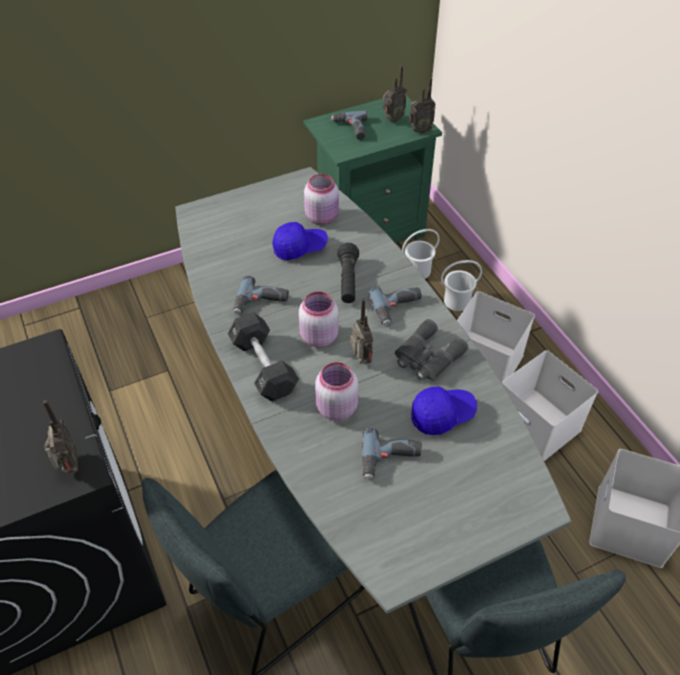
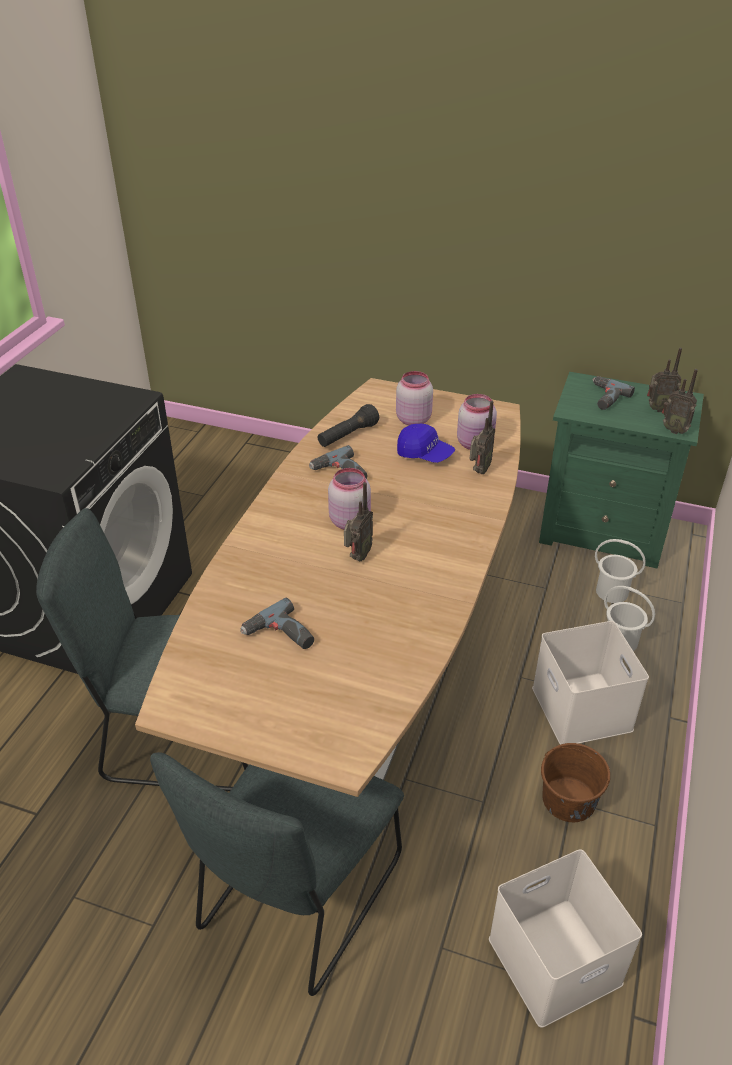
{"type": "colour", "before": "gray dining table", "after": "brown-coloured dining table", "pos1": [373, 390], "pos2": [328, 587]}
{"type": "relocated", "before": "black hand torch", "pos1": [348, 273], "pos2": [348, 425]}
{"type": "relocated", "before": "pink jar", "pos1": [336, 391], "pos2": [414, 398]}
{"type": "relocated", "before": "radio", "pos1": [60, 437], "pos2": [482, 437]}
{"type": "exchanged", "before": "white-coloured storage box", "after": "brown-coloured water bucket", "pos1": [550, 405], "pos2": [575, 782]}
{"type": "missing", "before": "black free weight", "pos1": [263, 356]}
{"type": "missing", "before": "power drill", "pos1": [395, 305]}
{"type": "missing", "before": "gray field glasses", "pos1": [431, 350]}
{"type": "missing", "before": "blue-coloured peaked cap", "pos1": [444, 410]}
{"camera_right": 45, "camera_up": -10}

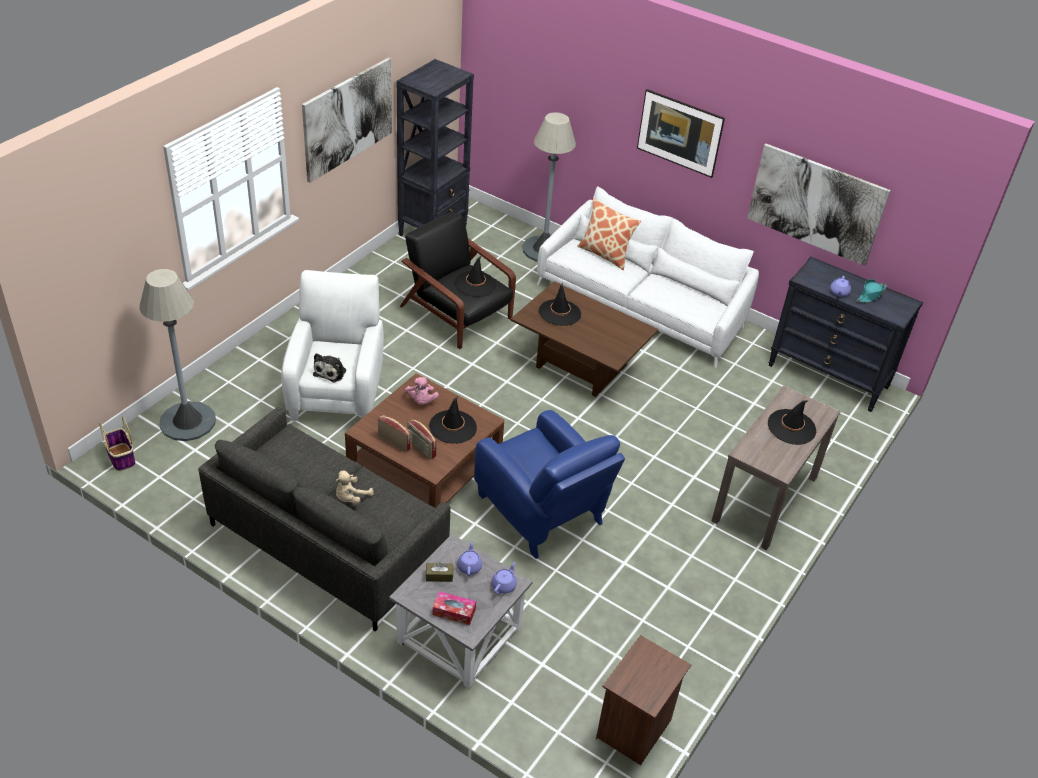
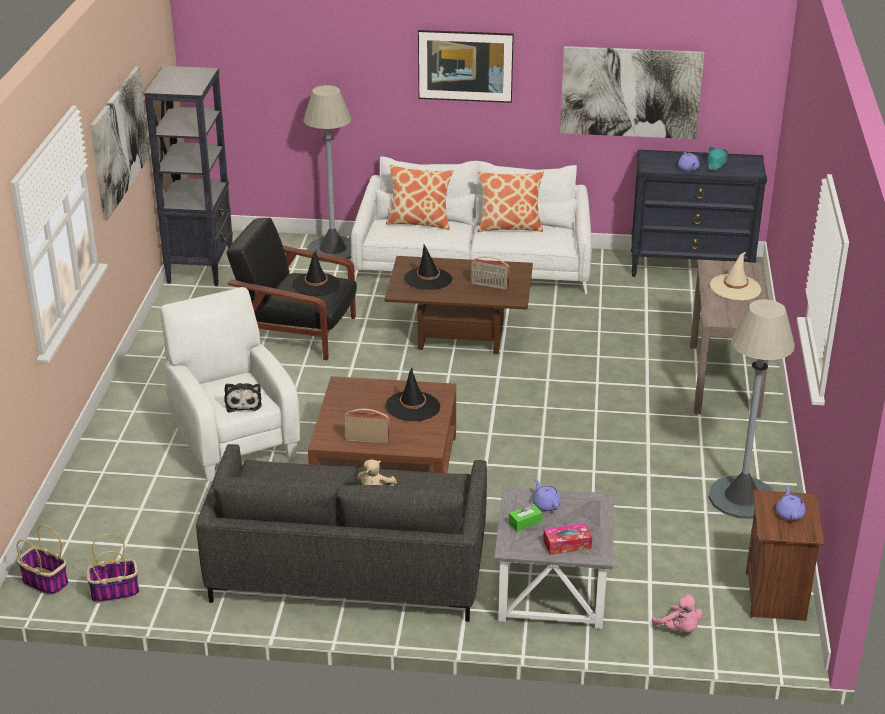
{"type": "appeared", "after": "storage basket", "pos2": [113, 568]}
{"type": "relocated", "before": "radio", "pos1": [422, 439], "pos2": [490, 273]}
{"type": "appeared", "after": "throw pillow", "pos2": [511, 201]}
{"type": "colour", "before": "brown-coloured tissue box", "after": "green tissue box", "pos1": [439, 572], "pos2": [525, 517]}
{"type": "relocated", "before": "pink plush toy", "pos1": [422, 391], "pos2": [677, 613]}
{"type": "relocated", "before": "gray standing lamp", "pos1": [177, 355], "pos2": [751, 409]}
{"type": "colour", "before": "black wearable hat", "after": "beige wearable hat", "pos1": [792, 422], "pos2": [735, 276]}
{"type": "relocated", "before": "purple pot for tea", "pos1": [504, 578], "pos2": [790, 503]}
{"type": "missing", "before": "blue-coloured armchair", "pos1": [549, 484]}
{"camera_right": -25, "camera_up": -10}

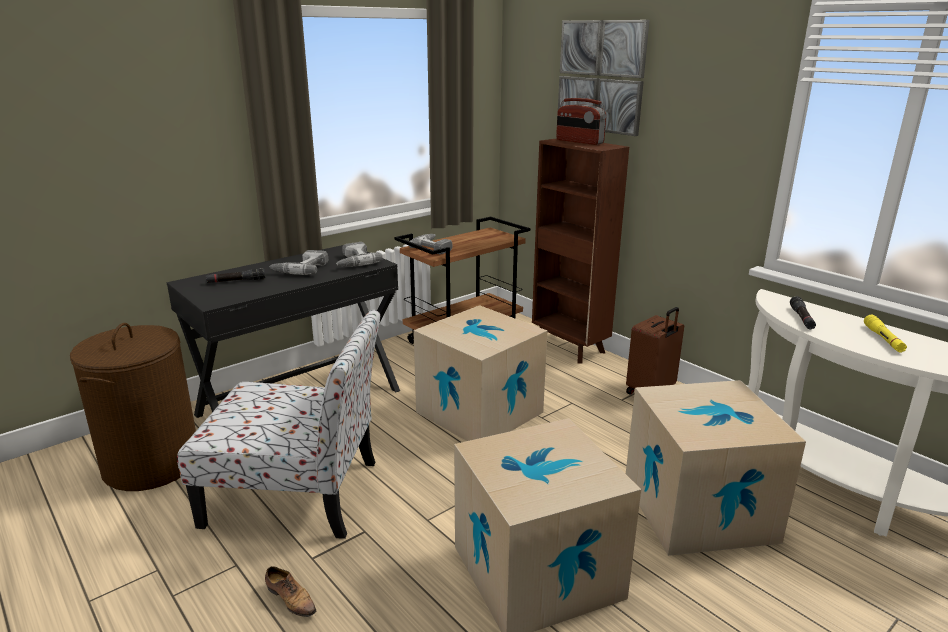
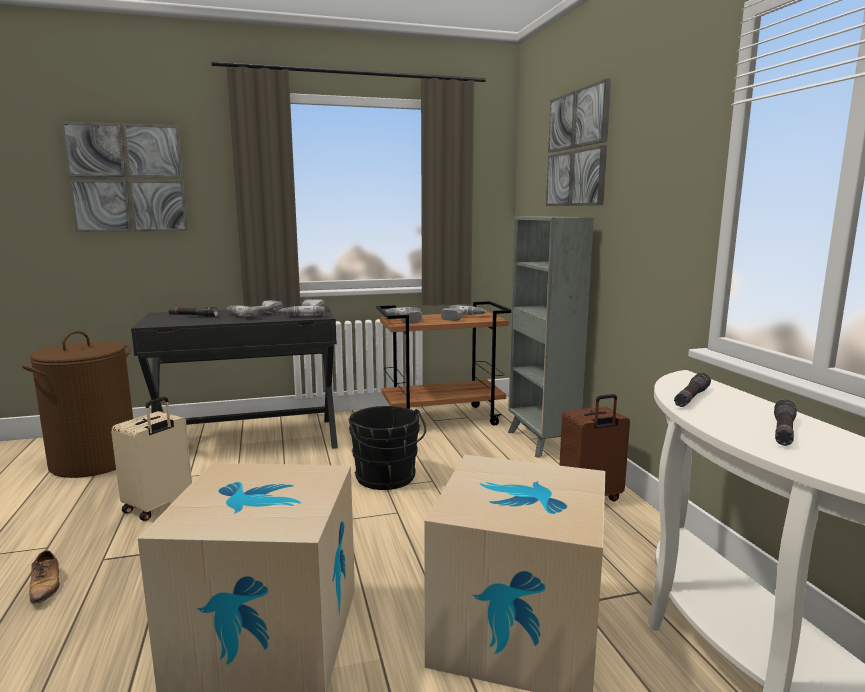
{"type": "appeared", "after": "wall picture", "pos2": [124, 176]}
{"type": "exchanged", "before": "upright chair", "after": "beige suitcase", "pos1": [278, 424], "pos2": [151, 459]}
{"type": "exchanged", "before": "carton", "after": "black water bucket", "pos1": [480, 373], "pos2": [387, 448]}
{"type": "appeared", "after": "power drill", "pos2": [464, 313]}
{"type": "colour", "before": "brown-coloured shelving unit", "after": "gray shelving unit", "pos1": [580, 251], "pos2": [551, 337]}
{"type": "colour", "before": "yellow-coloured hand torch", "after": "black hand torch", "pos1": [885, 334], "pos2": [785, 422]}
{"type": "missing", "before": "radio", "pos1": [581, 121]}
{"camera_right": 25, "camera_up": -10}

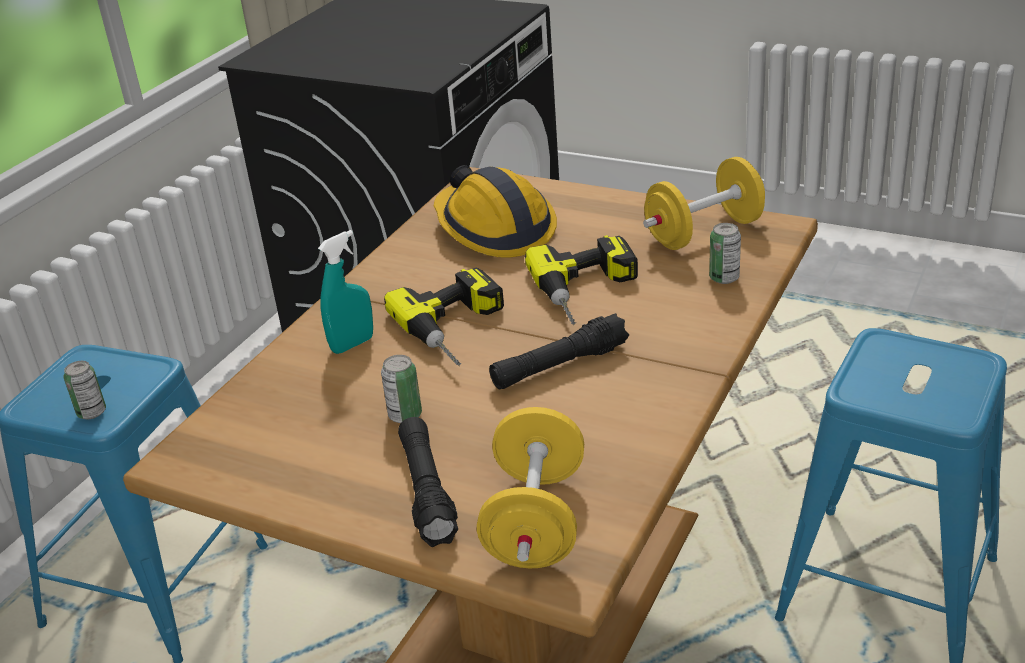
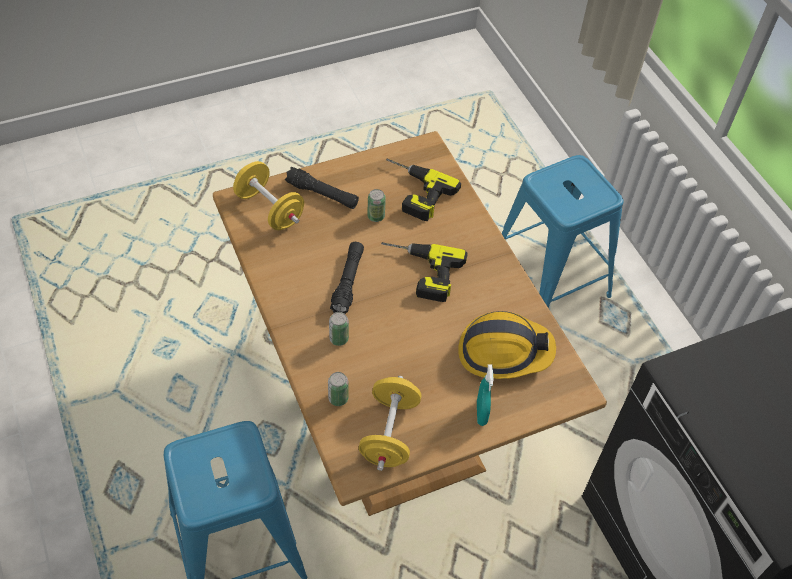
{"type": "relocated", "before": "sealed can", "pos1": [85, 390], "pos2": [339, 329]}
{"type": "relocated", "before": "power drill", "pos1": [581, 280], "pos2": [423, 190]}
{"type": "relocated", "before": "turquoise-coloured sprayer", "pos1": [345, 292], "pos2": [485, 395]}
{"camera_right": 125, "camera_up": 20}

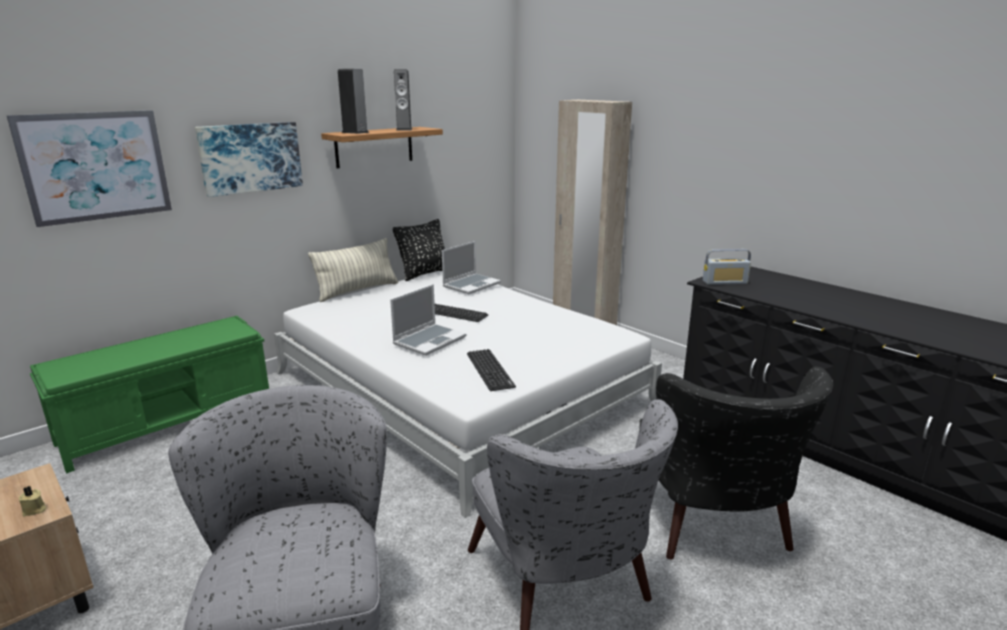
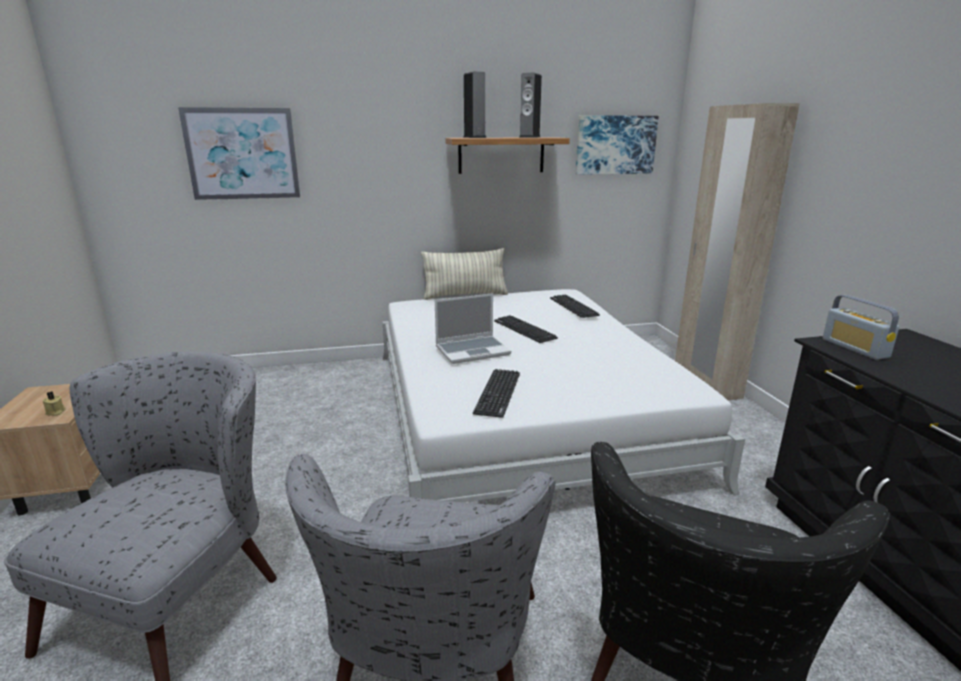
{"type": "exchanged", "before": "notebook computer", "after": "computer keyboard", "pos1": [471, 267], "pos2": [575, 306]}
{"type": "relocated", "before": "wall picture", "pos1": [249, 159], "pos2": [617, 145]}
{"type": "spun", "before": "radio", "pos1": [727, 267], "pos2": [861, 327], "turn": 45}
{"type": "missing", "before": "green long seat", "pos1": [149, 394]}
{"type": "missing", "before": "black throw pillow", "pos1": [419, 250]}
{"camera_right": 30, "camera_up": 0}

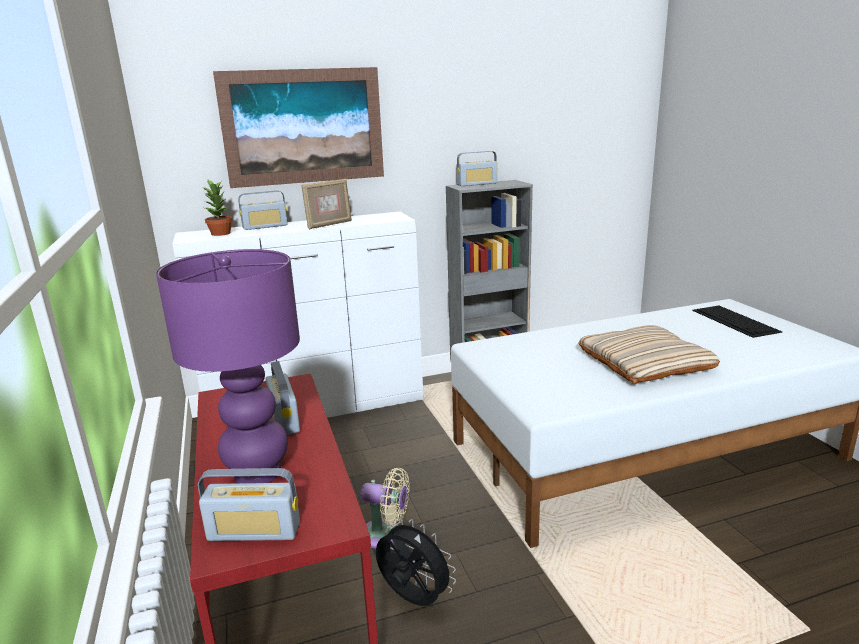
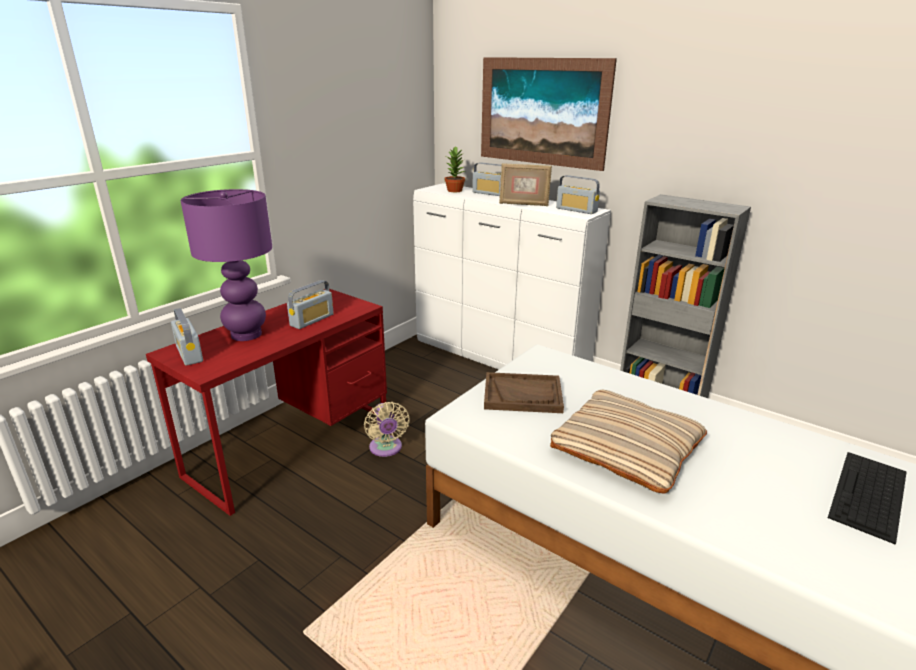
{"type": "appeared", "after": "brown-coloured carrying tray", "pos2": [524, 392]}
{"type": "relocated", "before": "radio", "pos1": [477, 168], "pos2": [578, 194]}
{"type": "missing", "before": "black fan", "pos1": [416, 562]}
{"camera_right": 55, "camera_up": 5}

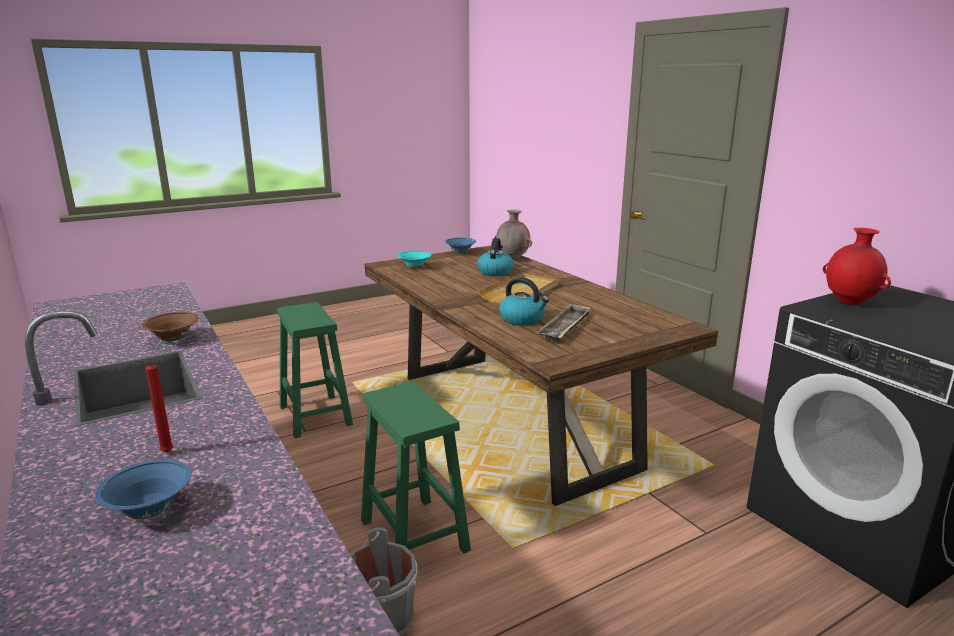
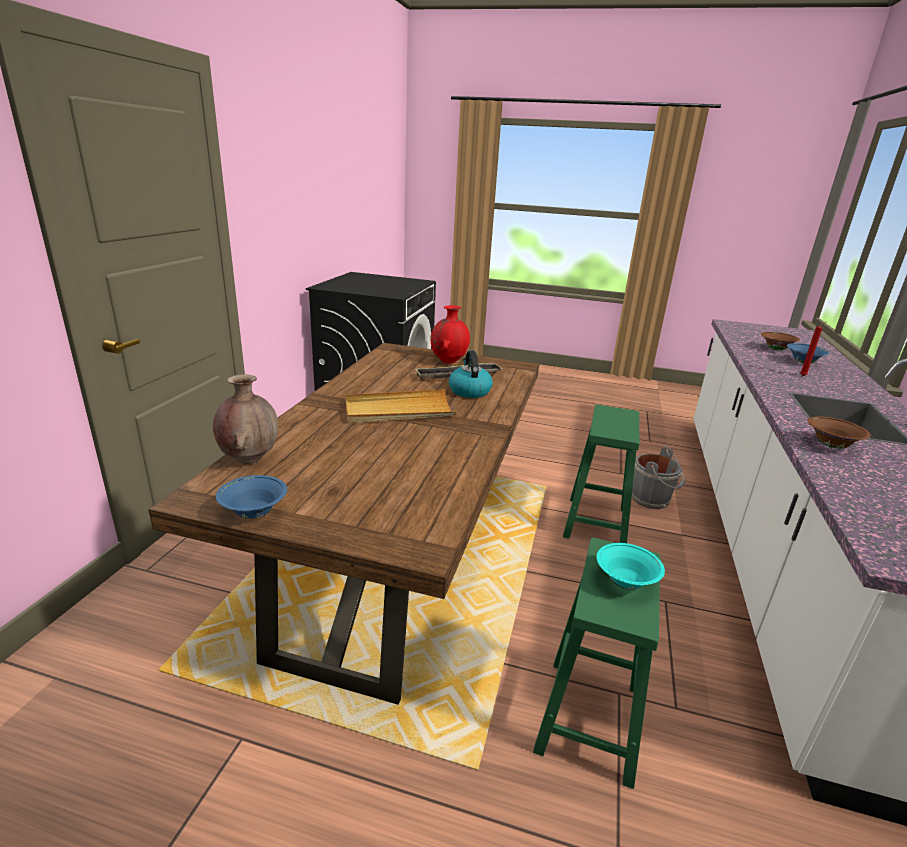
{"type": "relocated", "before": "reddish flower vase", "pos1": [857, 266], "pos2": [450, 334]}
{"type": "relocated", "before": "turquoise-coloured deep dish", "pos1": [414, 259], "pos2": [631, 566]}
{"type": "appeared", "after": "brown-coloured deep dish", "pos2": [780, 341]}
{"type": "missing", "before": "water kettle", "pos1": [495, 257]}
{"camera_right": -135, "camera_up": 5}

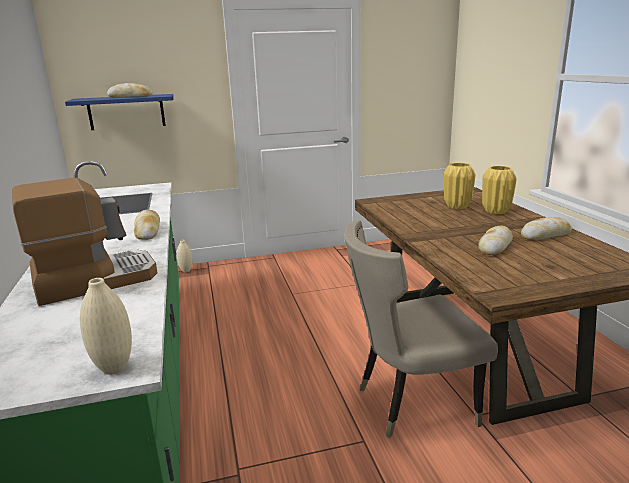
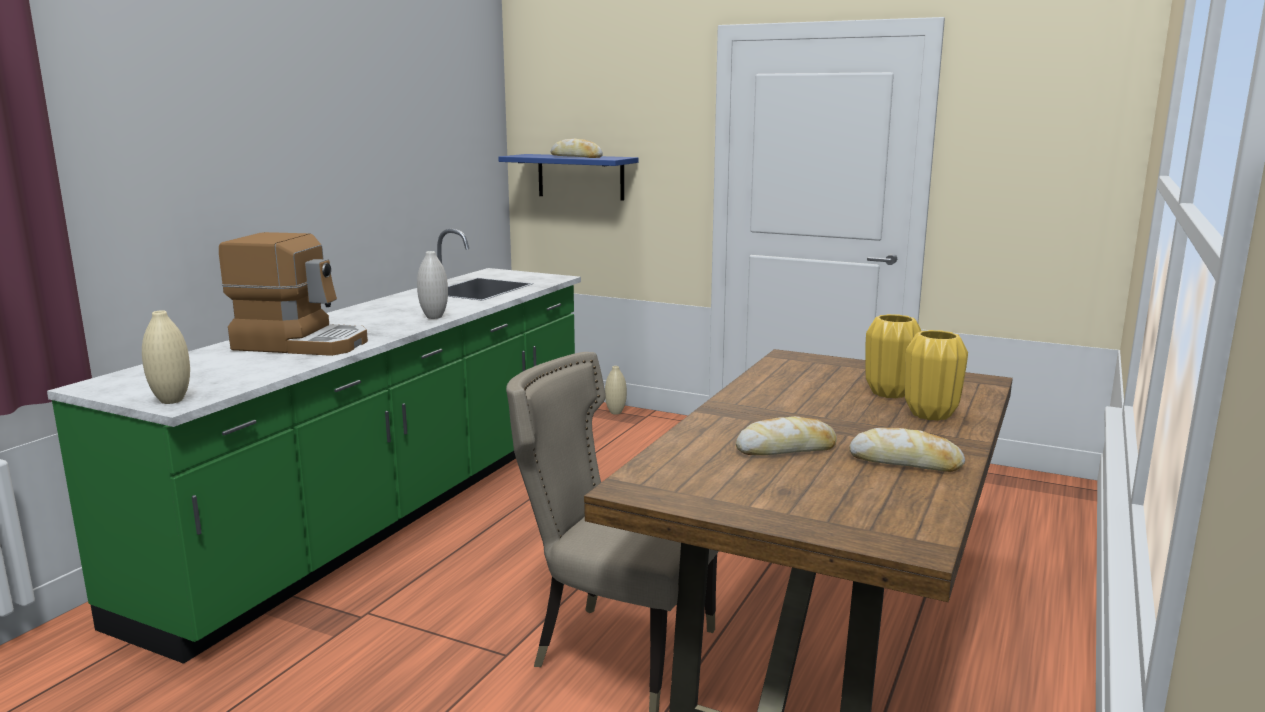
{"type": "exchanged", "before": "baked bread", "after": "white-coloured flower vase", "pos1": [147, 225], "pos2": [432, 285]}
{"camera_right": 40, "camera_up": -5}

